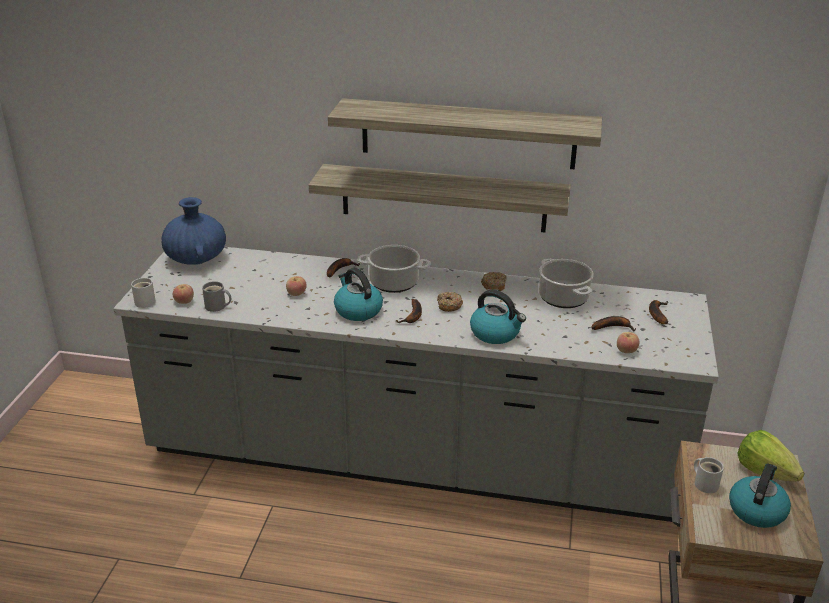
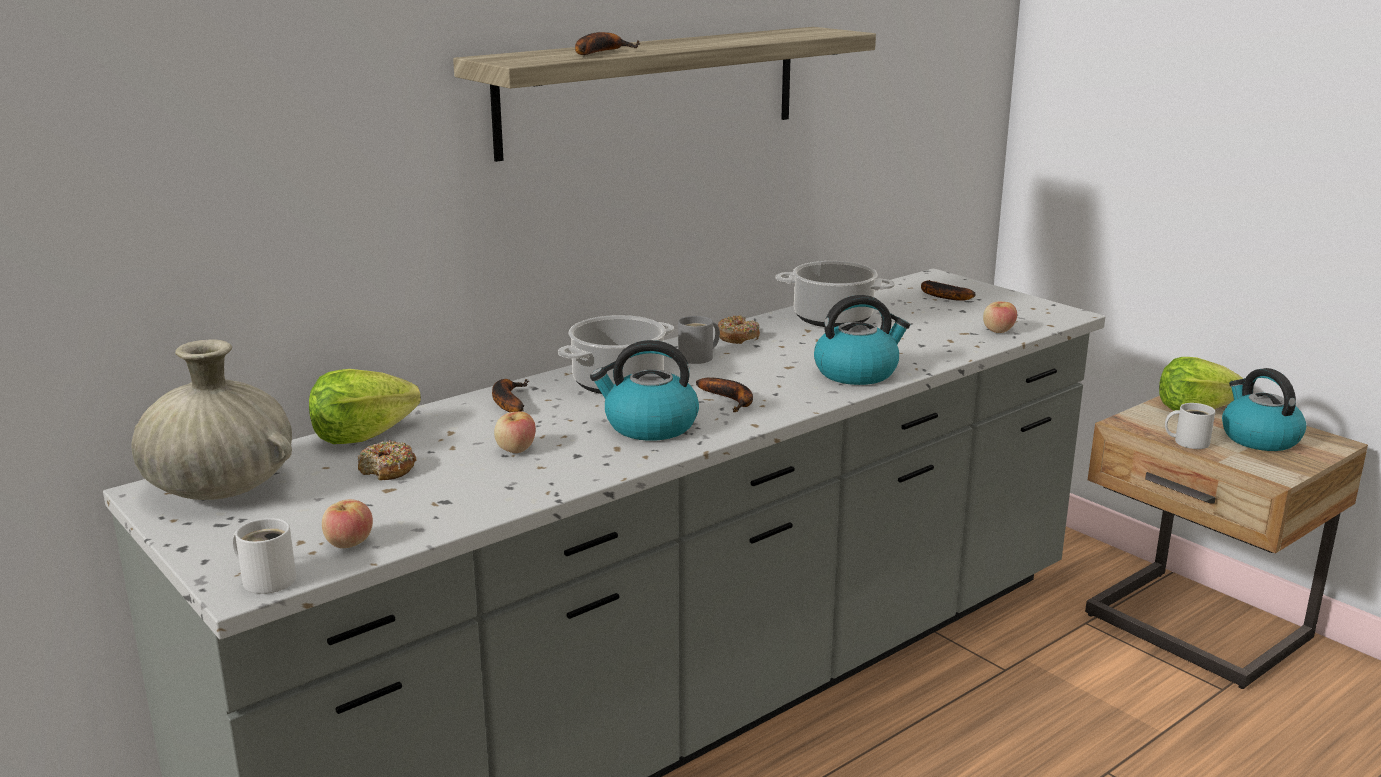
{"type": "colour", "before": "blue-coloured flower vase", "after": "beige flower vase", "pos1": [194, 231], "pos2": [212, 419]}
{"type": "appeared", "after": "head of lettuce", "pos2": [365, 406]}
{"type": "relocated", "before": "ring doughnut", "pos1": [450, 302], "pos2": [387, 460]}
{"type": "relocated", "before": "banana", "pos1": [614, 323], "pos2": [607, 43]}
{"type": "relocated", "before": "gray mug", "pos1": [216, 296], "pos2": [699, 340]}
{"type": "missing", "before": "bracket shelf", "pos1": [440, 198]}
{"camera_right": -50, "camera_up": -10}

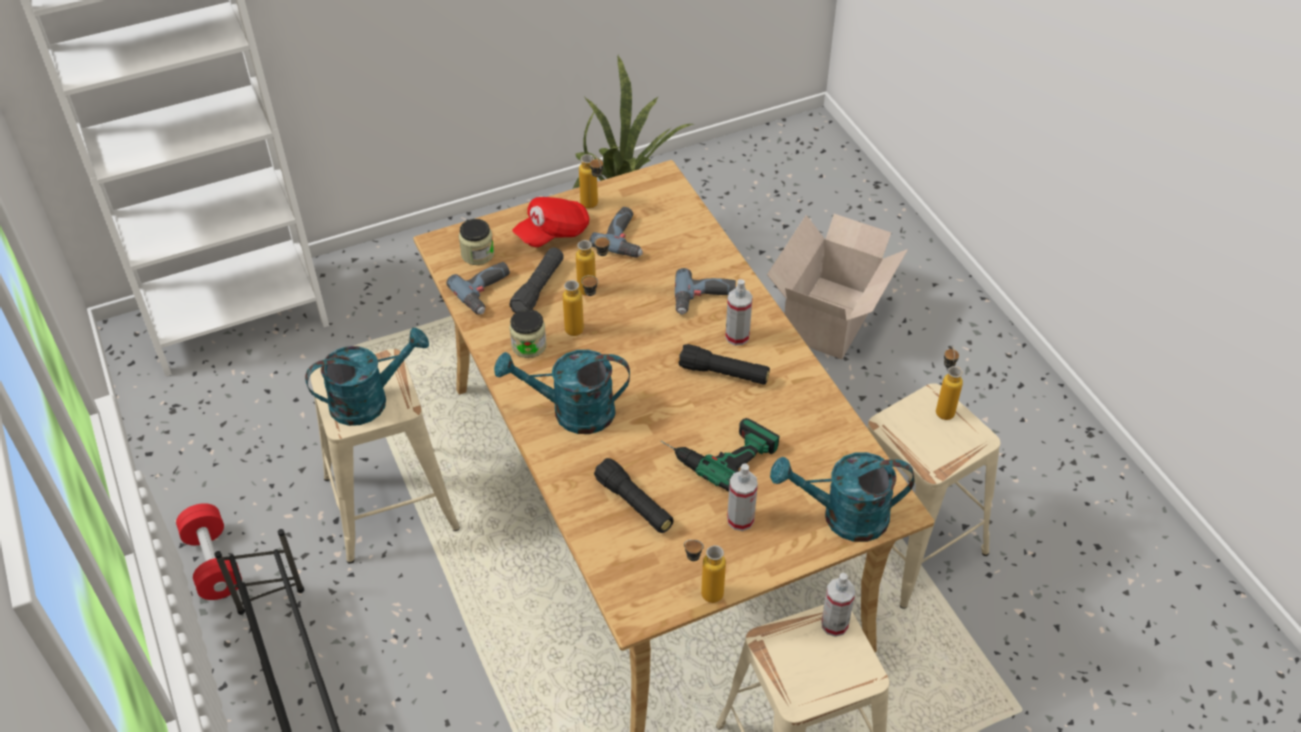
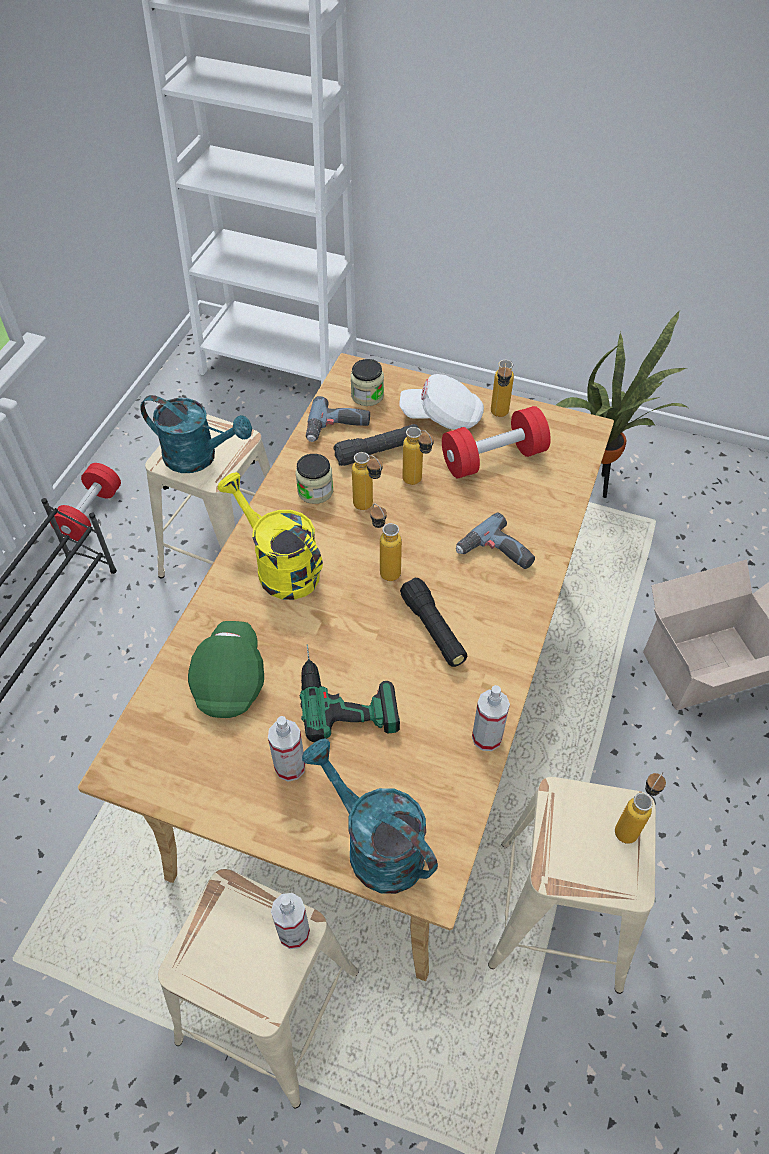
{"type": "exchanged", "before": "black hand torch", "after": "green peaked cap", "pos1": [634, 495], "pos2": [226, 669]}
{"type": "colour", "before": "turquoise-coloured sprinkling can", "after": "yellow-coloured sprinkling can", "pos1": [562, 392], "pos2": [270, 536]}
{"type": "relocated", "before": "bottle", "pos1": [705, 571], "pos2": [386, 542]}
{"type": "colour", "before": "reddish peaked cap", "after": "white-coloured peaked cap", "pos1": [551, 222], "pos2": [441, 402]}
{"type": "exchanged", "before": "power drill", "after": "reddish free weight", "pos1": [616, 232], "pos2": [496, 442]}
{"type": "relocated", "before": "sprayer", "pos1": [739, 312], "pos2": [491, 718]}
{"camera_right": 45, "camera_up": 5}

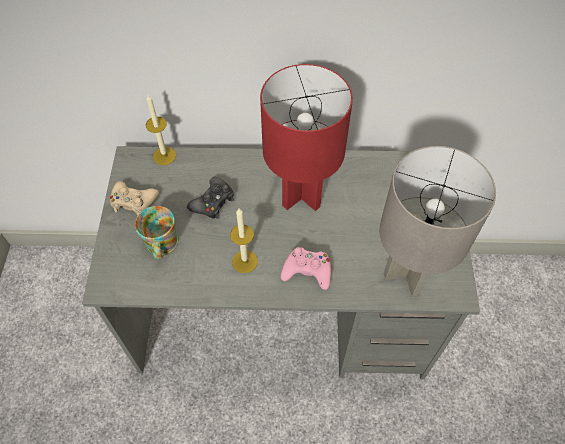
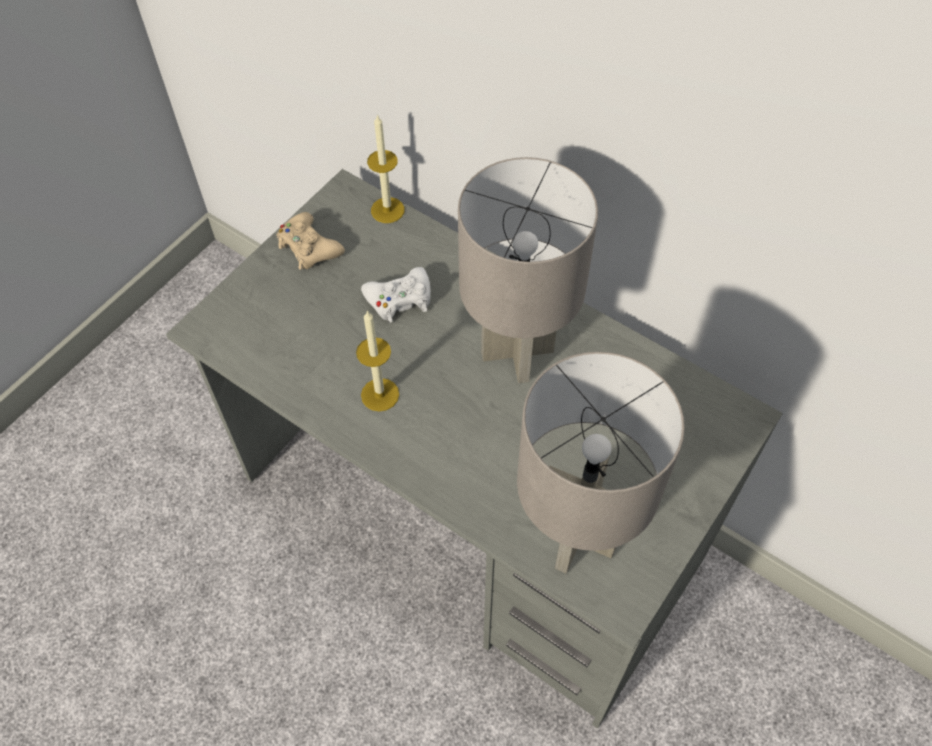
{"type": "colour", "before": "black game controller", "after": "white-coloured game controller", "pos1": [210, 198], "pos2": [396, 295]}
{"type": "colour", "before": "reddish tabletop lamp", "after": "gray tabletop lamp", "pos1": [306, 137], "pos2": [528, 270]}
{"type": "missing", "before": "mug", "pos1": [156, 233]}
{"type": "missing", "before": "pink game controller", "pos1": [306, 268]}
{"camera_right": 35, "camera_up": 0}

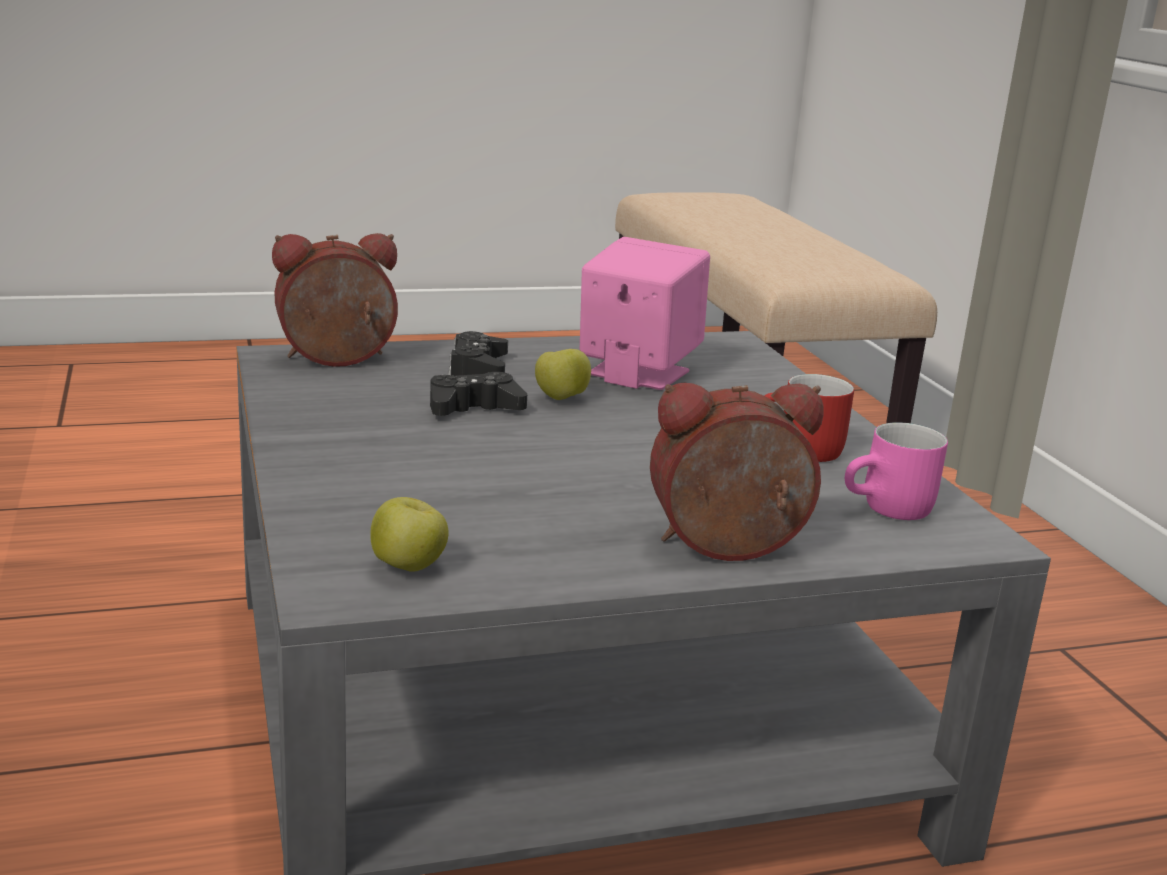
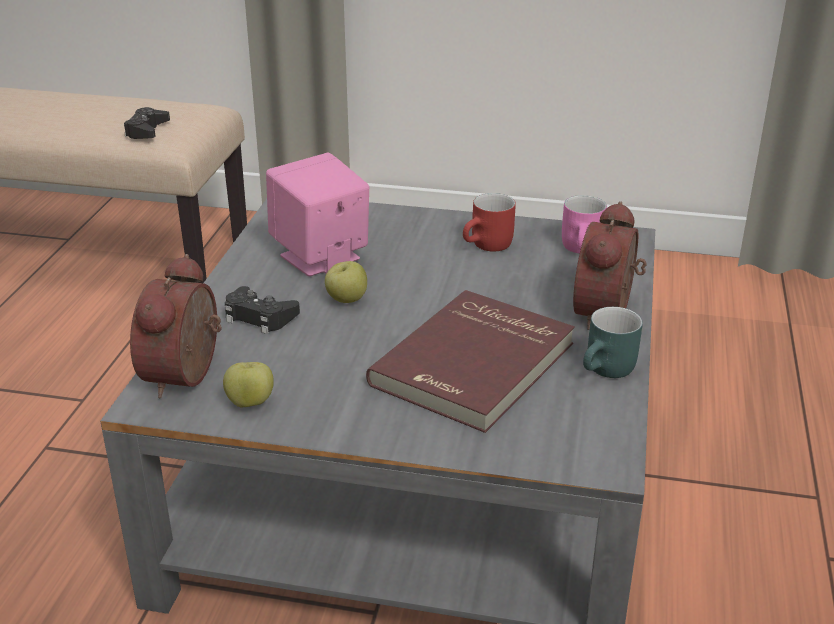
{"type": "relocated", "before": "black game controller", "pos1": [478, 394], "pos2": [147, 123]}
{"type": "relocated", "before": "apple", "pos1": [409, 534], "pos2": [248, 384]}
{"type": "appeared", "after": "reddish book", "pos2": [470, 361]}
{"type": "appeared", "after": "turquoise-coloured mug", "pos2": [613, 342]}
{"camera_right": -60, "camera_up": 10}

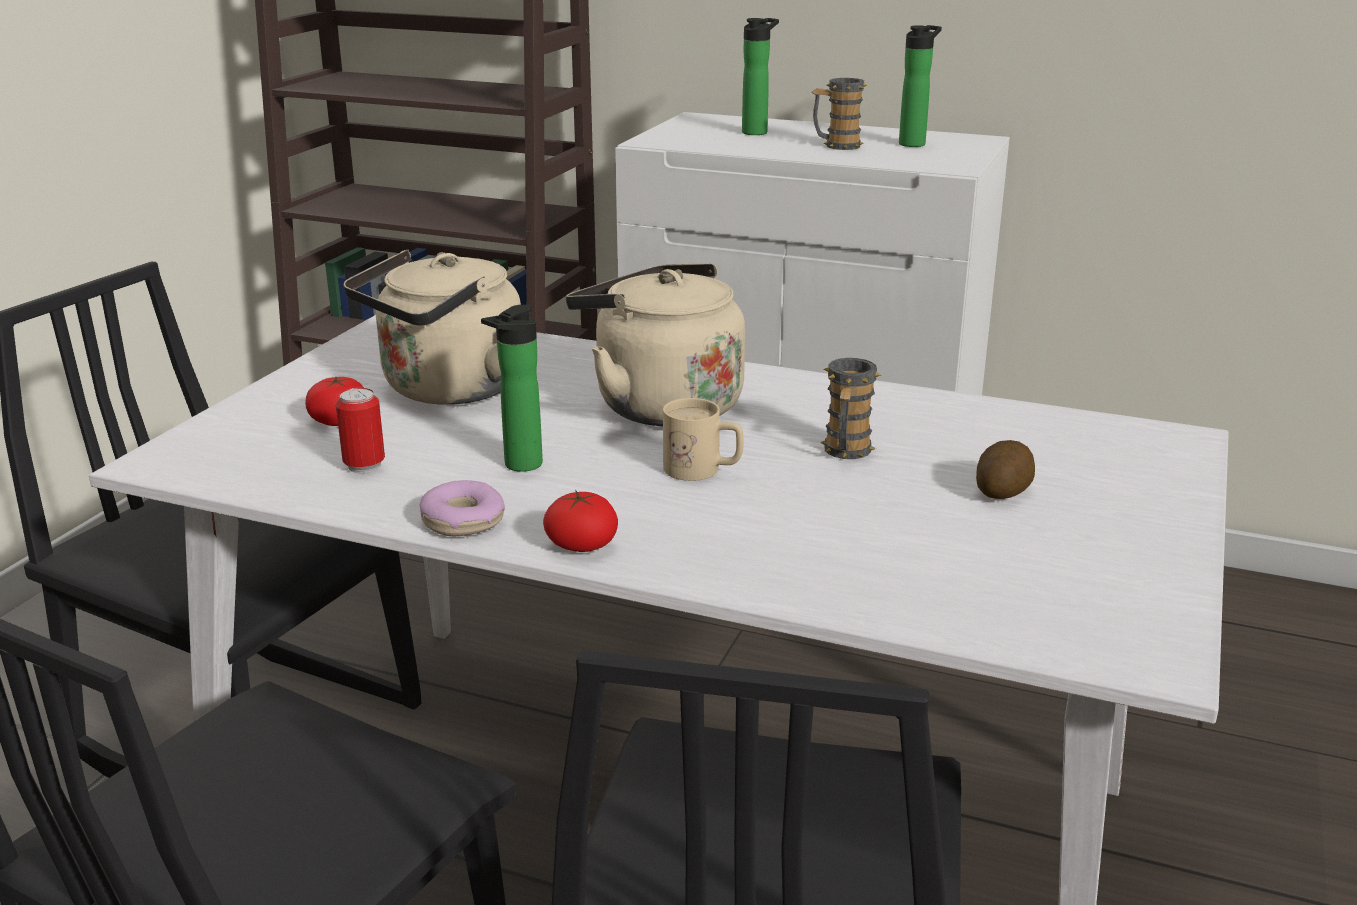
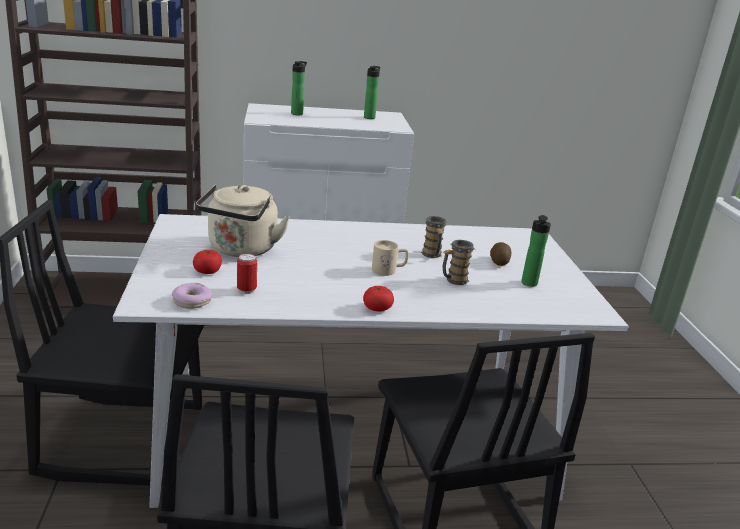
{"type": "relocated", "before": "ring doughnut", "pos1": [462, 508], "pos2": [192, 296]}
{"type": "relocated", "before": "mug", "pos1": [839, 114], "pos2": [459, 262]}
{"type": "relocated", "before": "bottle", "pos1": [512, 388], "pos2": [536, 251]}
{"type": "missing", "before": "beige water kettle", "pos1": [655, 345]}
{"camera_right": -30, "camera_up": 0}

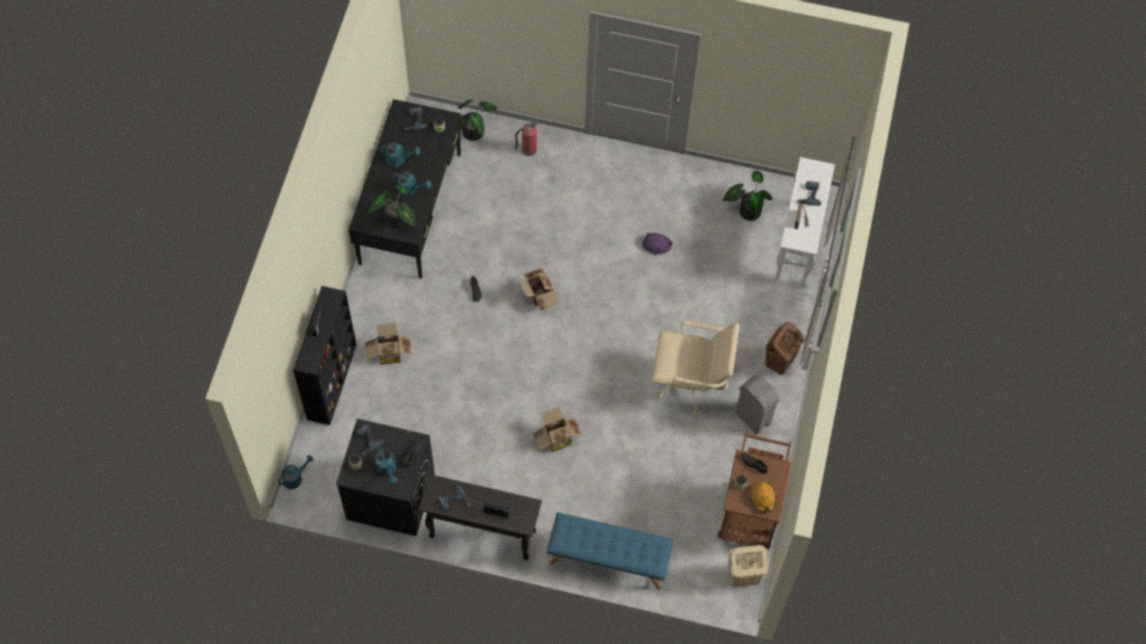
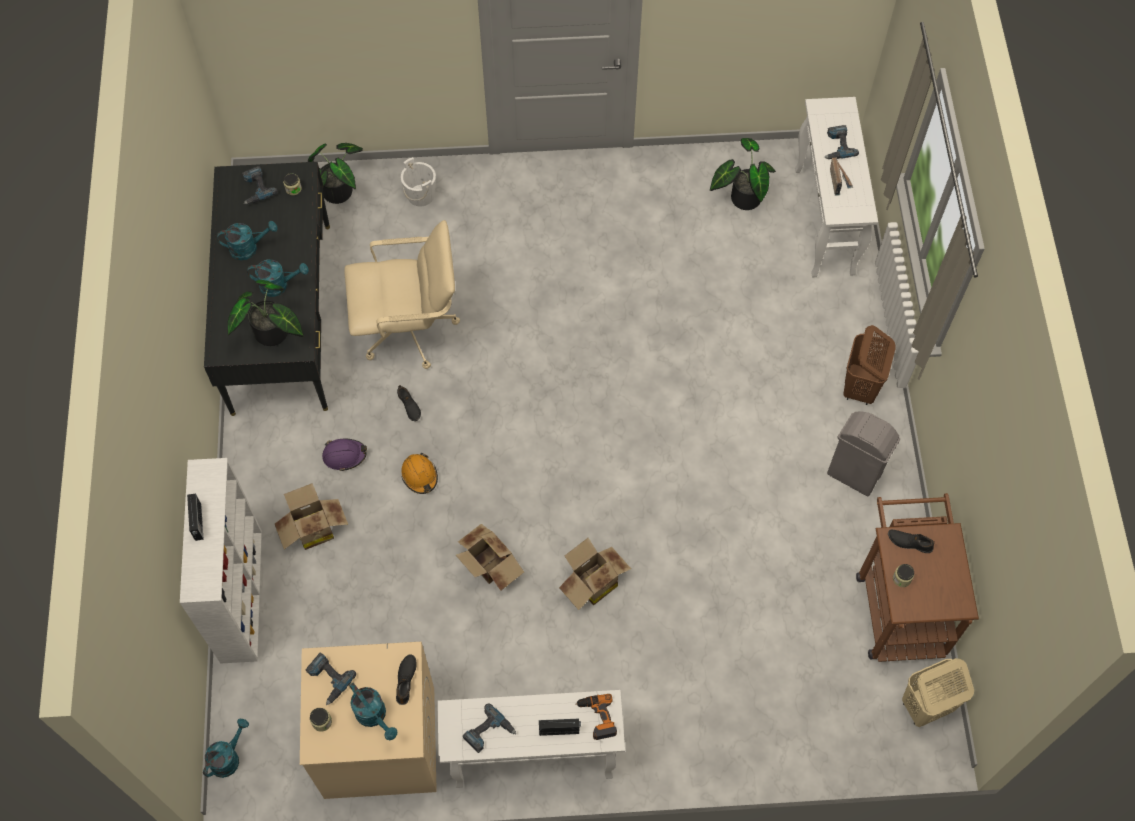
{"type": "colour", "before": "black shelving unit", "after": "white-coloured shelving unit", "pos1": [325, 355], "pos2": [221, 561]}
{"type": "colour", "before": "black laundry machine", "after": "beige laundry machine", "pos1": [385, 477], "pos2": [368, 720]}
{"type": "relocated", "before": "purple safety helmet", "pos1": [657, 243], "pos2": [344, 455]}
{"type": "relocated", "before": "beige computer chair", "pos1": [695, 368], "pos2": [402, 294]}
{"type": "exchanged", "before": "fire extinguisher", "after": "white-coloured water bucket", "pos1": [527, 138], "pos2": [418, 182]}
{"type": "relocated", "before": "orange-coloured safety helmet", "pos1": [763, 497], "pos2": [419, 473]}
{"type": "colour", "before": "black hall table", "after": "white-coloured hall table", "pos1": [480, 517], "pos2": [531, 739]}
{"type": "relocated", "before": "carton", "pos1": [538, 289], "pos2": [490, 557]}
{"type": "appeared", "after": "power drill", "pos2": [596, 717]}
{"type": "missing", "before": "blue-coloured long seat", "pos1": [610, 551]}
{"camera_right": -15, "camera_up": 0}

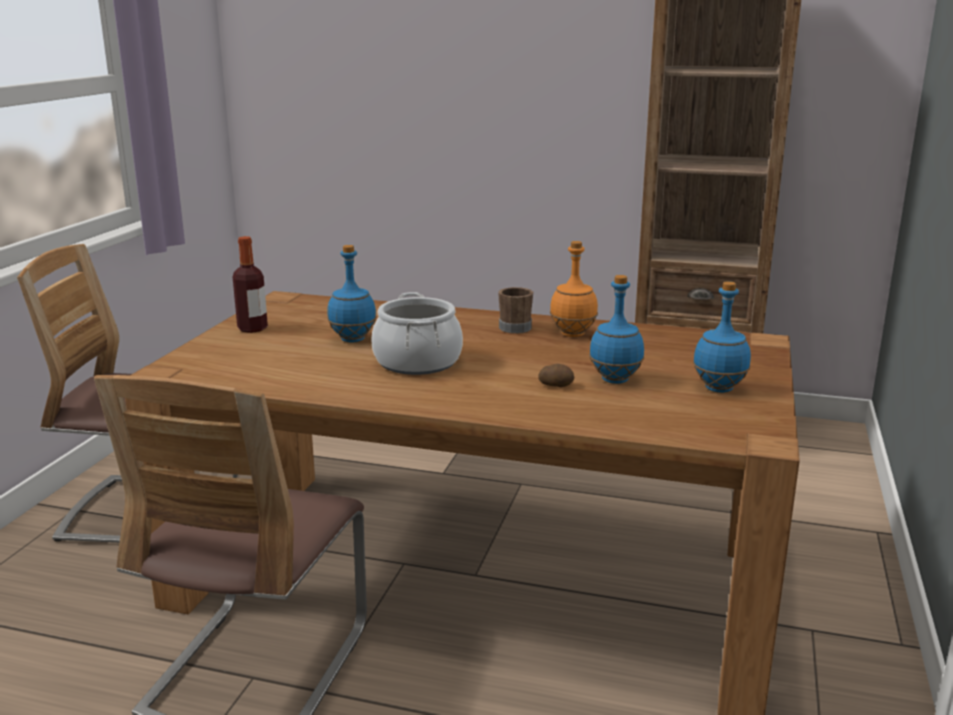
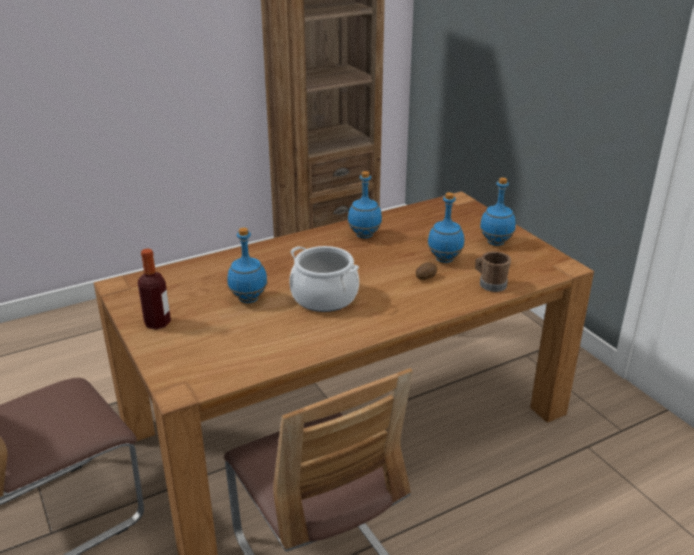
{"type": "colour", "before": "orange-coloured bottle", "after": "blue-coloured bottle", "pos1": [574, 289], "pos2": [365, 204]}
{"type": "relocated", "before": "brown-coloured mug", "pos1": [515, 310], "pos2": [493, 271]}
{"camera_right": -45, "camera_up": 10}

